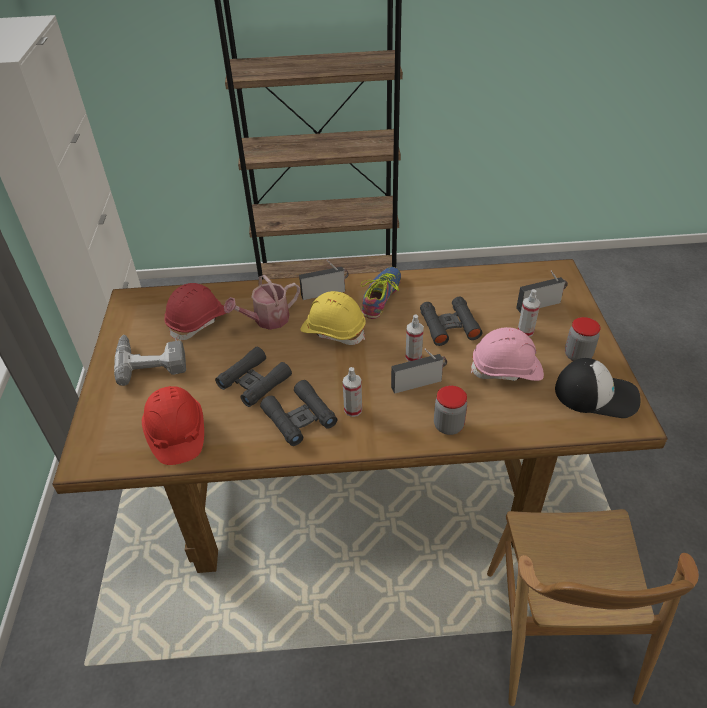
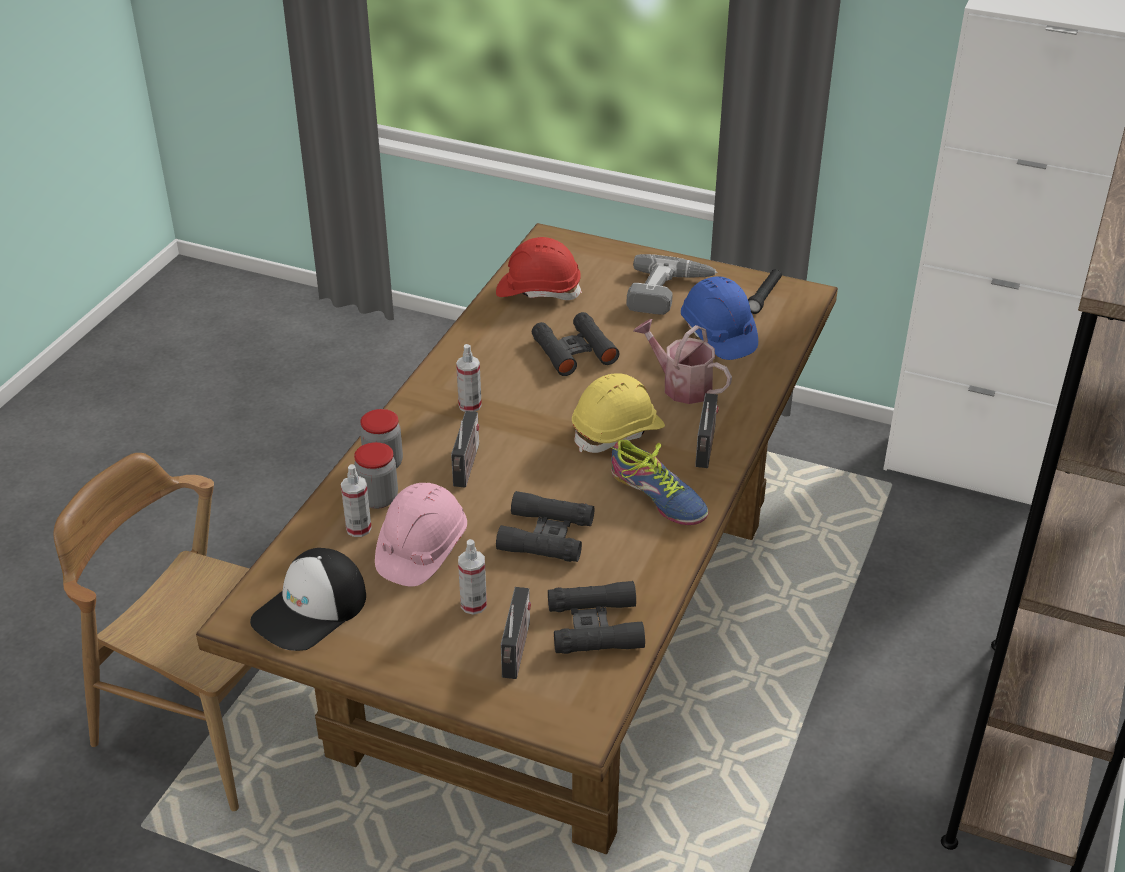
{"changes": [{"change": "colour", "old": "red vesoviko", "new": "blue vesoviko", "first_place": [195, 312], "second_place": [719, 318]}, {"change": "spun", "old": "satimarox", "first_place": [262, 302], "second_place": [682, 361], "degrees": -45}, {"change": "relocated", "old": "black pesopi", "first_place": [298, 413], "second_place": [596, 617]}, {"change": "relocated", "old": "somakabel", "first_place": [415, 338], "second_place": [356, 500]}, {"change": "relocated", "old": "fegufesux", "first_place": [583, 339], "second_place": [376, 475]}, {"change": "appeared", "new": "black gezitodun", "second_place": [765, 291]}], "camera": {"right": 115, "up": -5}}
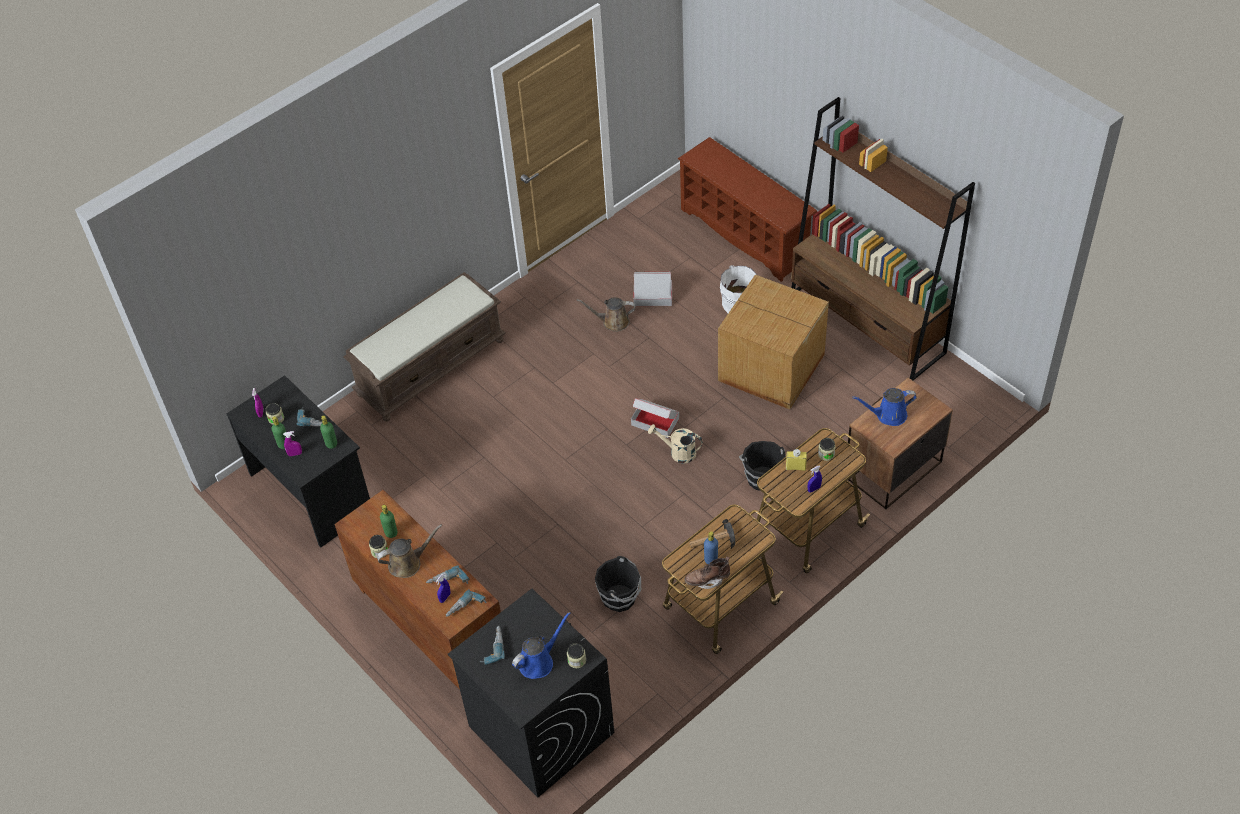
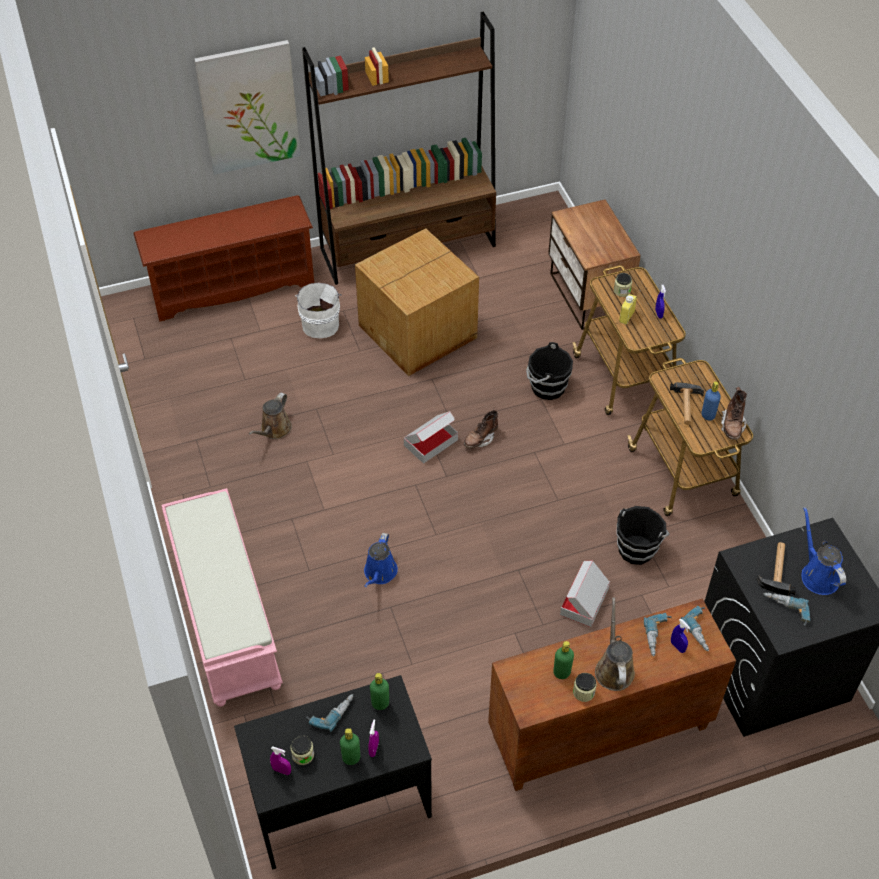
{"changes": [{"change": "colour", "old": "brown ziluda", "new": "pink ziluda", "first_place": [424, 346], "second_place": [222, 597]}, {"change": "missing", "old": "fegufesux", "first_place": [576, 655]}, {"change": "relocated", "old": "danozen", "first_place": [652, 289], "second_place": [585, 594]}, {"change": "exchanged", "old": "beige satimarox", "new": "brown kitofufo", "first_place": [675, 443], "second_place": [481, 428]}, {"change": "relocated", "old": "blue satimarox", "first_place": [885, 407], "second_place": [381, 560]}, {"change": "appeared", "new": "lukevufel", "second_place": [247, 107]}, {"change": "appeared", "new": "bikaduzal", "second_place": [776, 569]}], "camera": {"right": -70, "up": 0}}
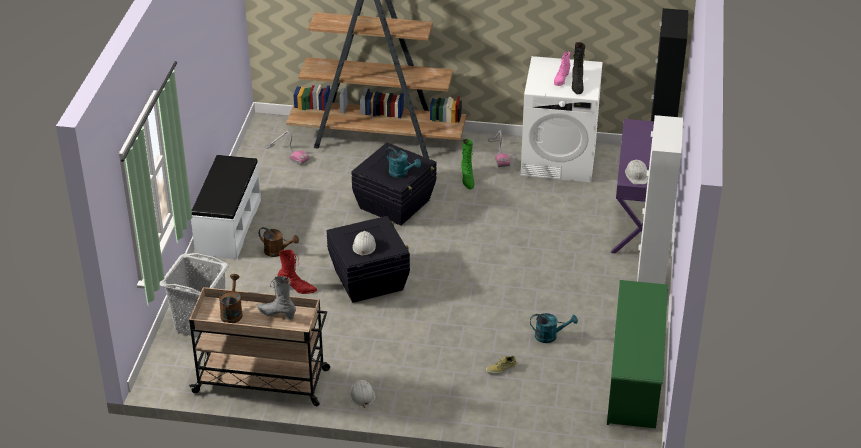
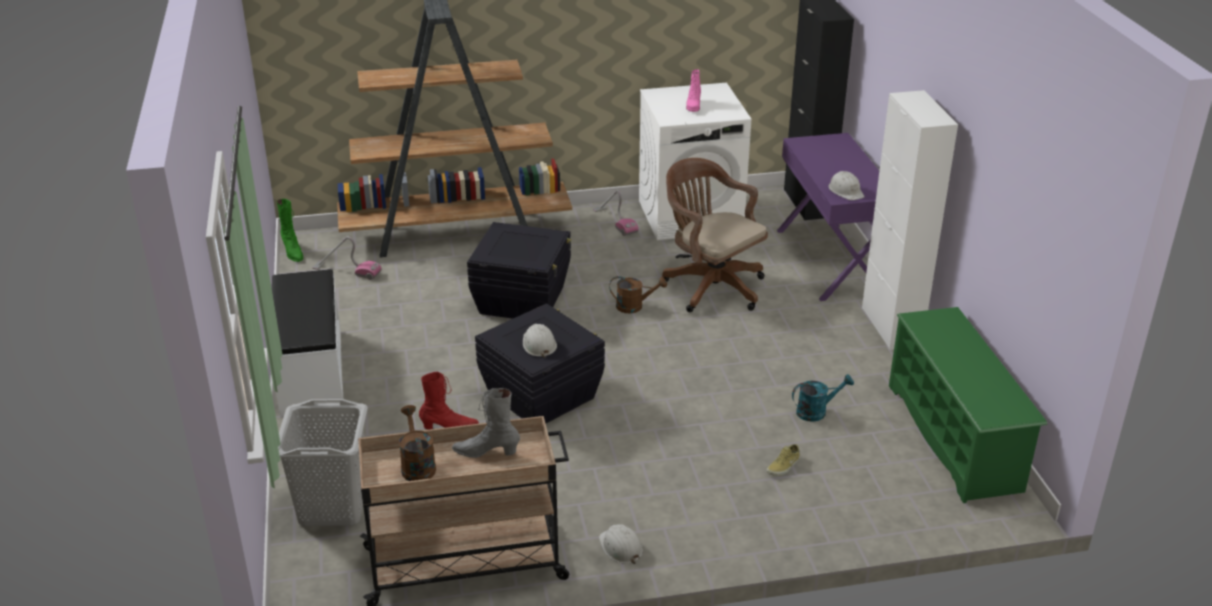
{"changes": [{"change": "relocated", "old": "brown satimarox", "first_place": [279, 242], "second_place": [638, 294]}, {"change": "missing", "old": "turquoise satimarox", "first_place": [403, 162]}, {"change": "relocated", "old": "green kitofufo", "first_place": [467, 164], "second_place": [290, 230]}, {"change": "missing", "old": "black kitofufo", "first_place": [578, 68]}, {"change": "appeared", "new": "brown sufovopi", "second_place": [715, 235]}], "camera": {"right": -20, "up": -5}}
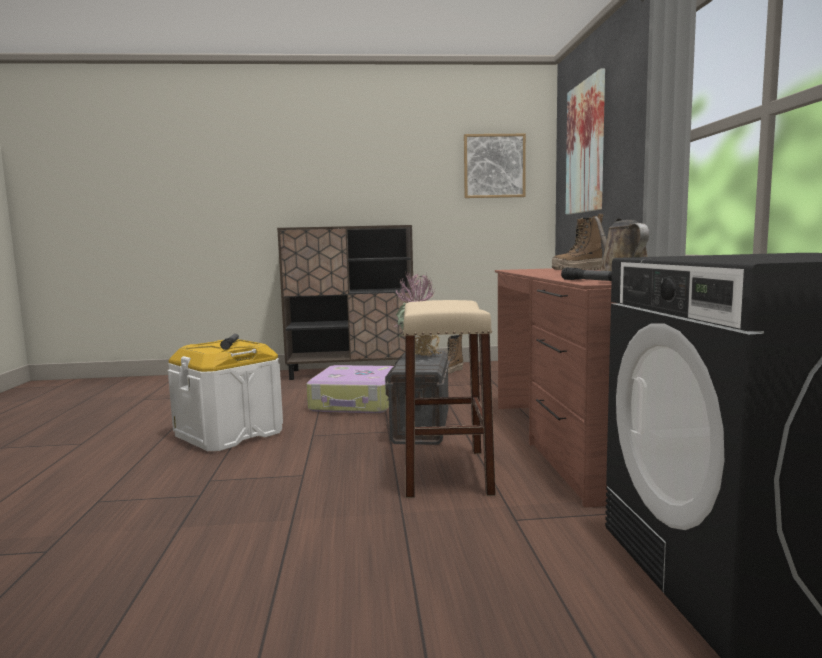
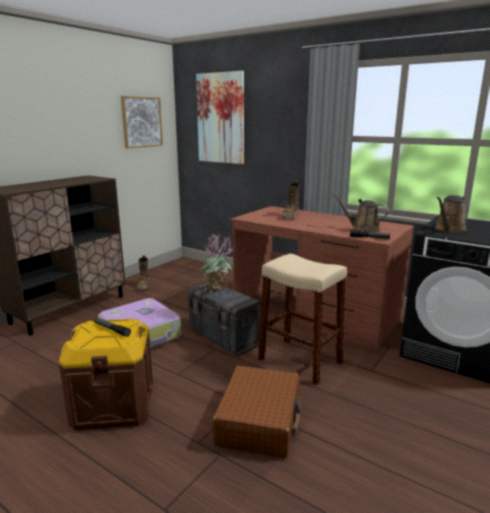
{"changes": [{"change": "colour", "old": "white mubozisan", "new": "brown mubozisan", "first_place": [225, 395], "second_place": [106, 374]}, {"change": "appeared", "new": "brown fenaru", "second_place": [256, 412]}, {"change": "appeared", "new": "brown satimarox", "second_place": [451, 213]}], "camera": {"right": -50, "up": 10}}
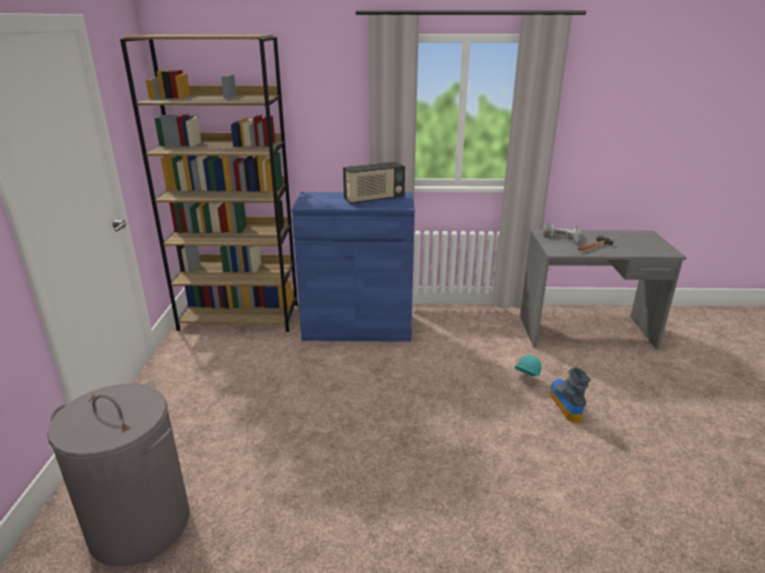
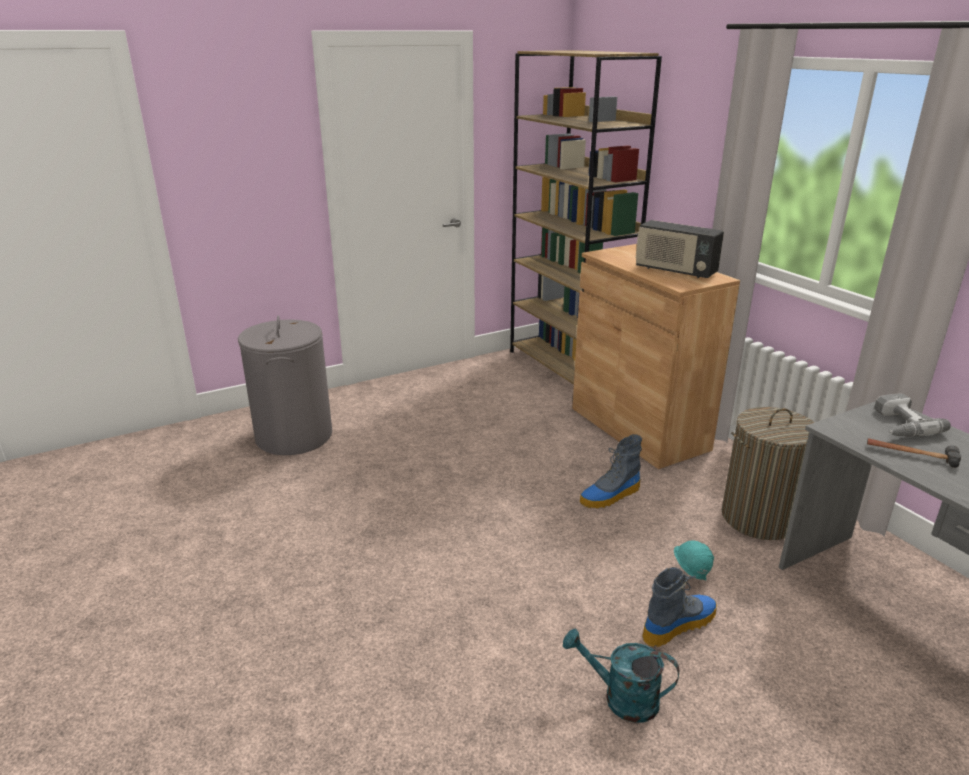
{"changes": [{"change": "colour", "old": "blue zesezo", "new": "brown zesezo", "first_place": [353, 267], "second_place": [656, 356]}, {"change": "appeared", "new": "turquoise satimarox", "second_place": [621, 675]}, {"change": "appeared", "new": "kitofufo", "second_place": [611, 471]}, {"change": "appeared", "new": "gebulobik", "second_place": [768, 473]}], "camera": {"right": 60, "up": 0}}
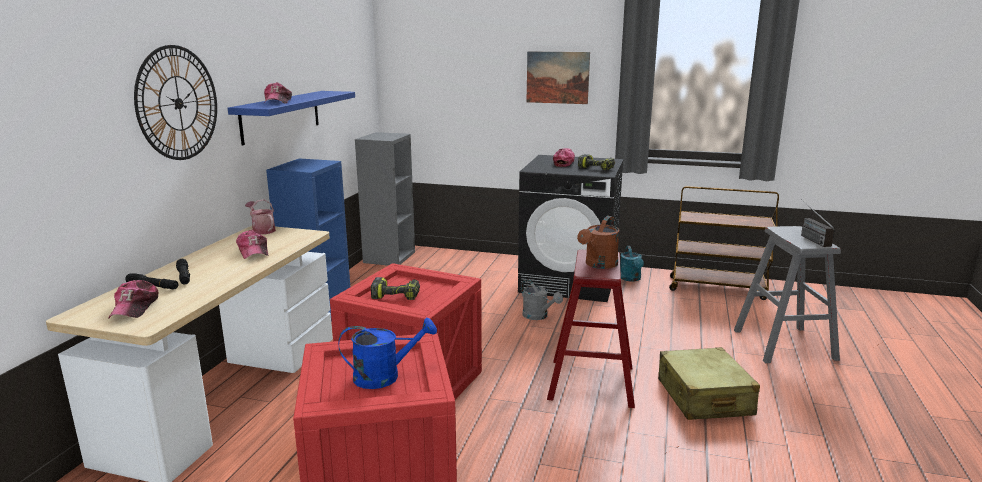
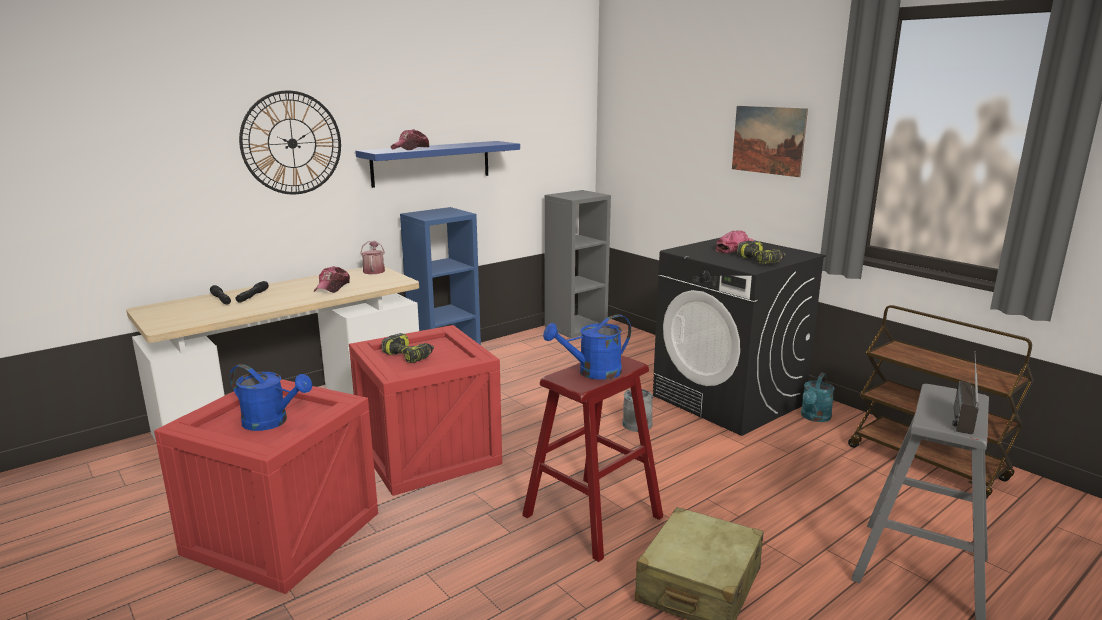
{"changes": [{"change": "missing", "old": "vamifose", "first_place": [133, 299]}, {"change": "colour", "old": "brown satimarox", "new": "blue satimarox", "first_place": [598, 242], "second_place": [587, 347]}], "camera": {"right": 35, "up": 0}}
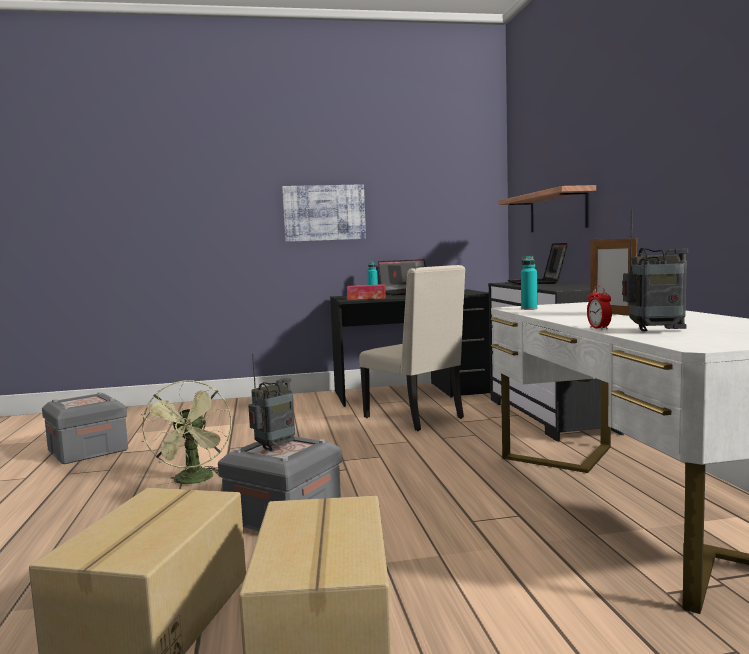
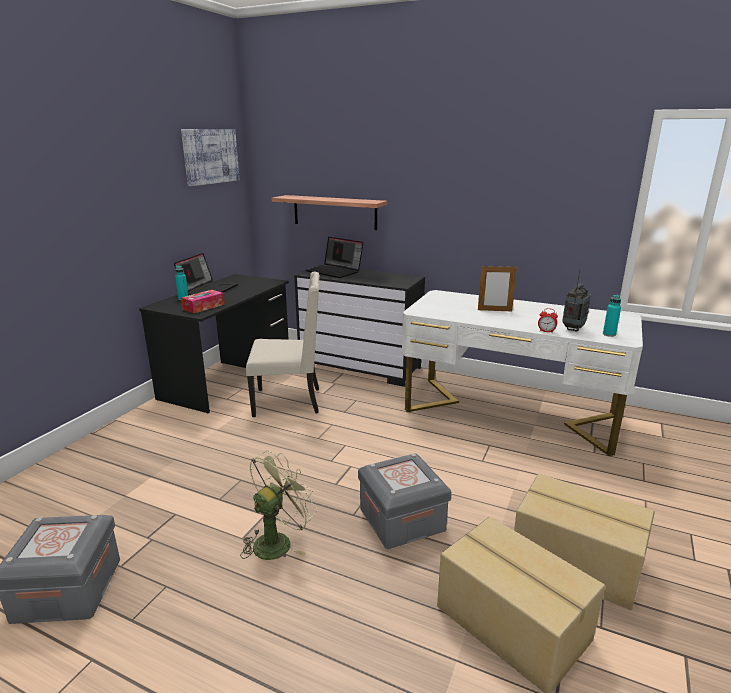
{"changes": [{"change": "spun", "old": "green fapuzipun", "first_place": [186, 433], "second_place": [279, 505], "degrees": -75}, {"change": "missing", "old": "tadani", "first_place": [271, 402]}, {"change": "relocated", "old": "lukevufel", "first_place": [324, 213], "second_place": [210, 157]}, {"change": "relocated", "old": "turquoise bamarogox", "first_place": [529, 283], "second_place": [612, 315]}], "camera": {"right": -55, "up": 15}}
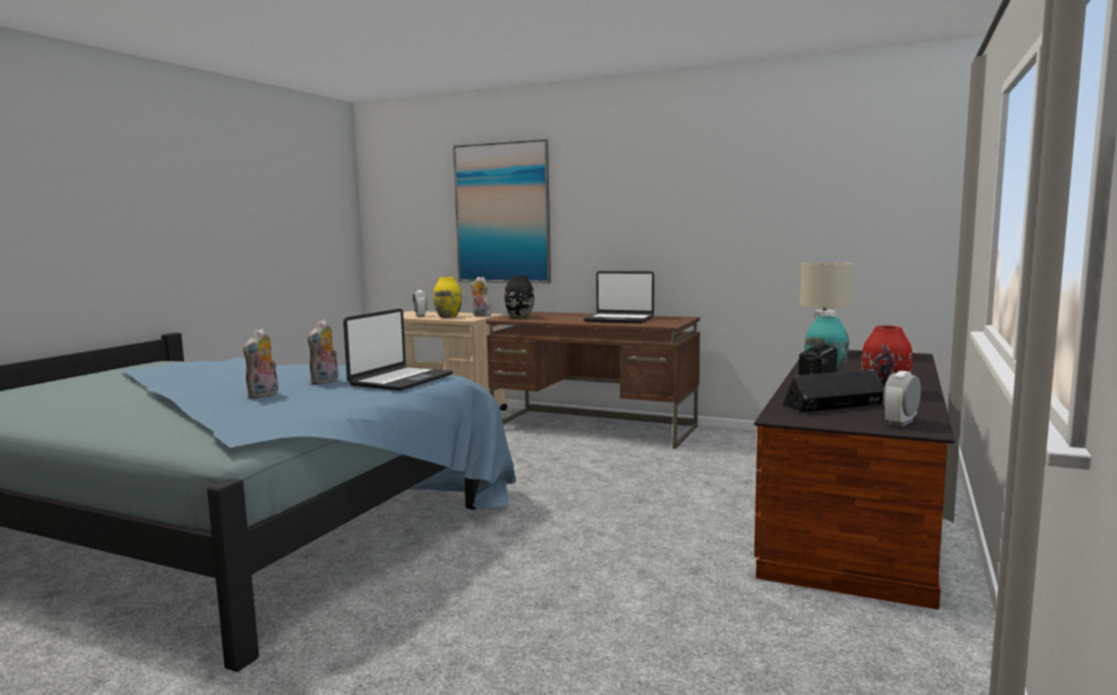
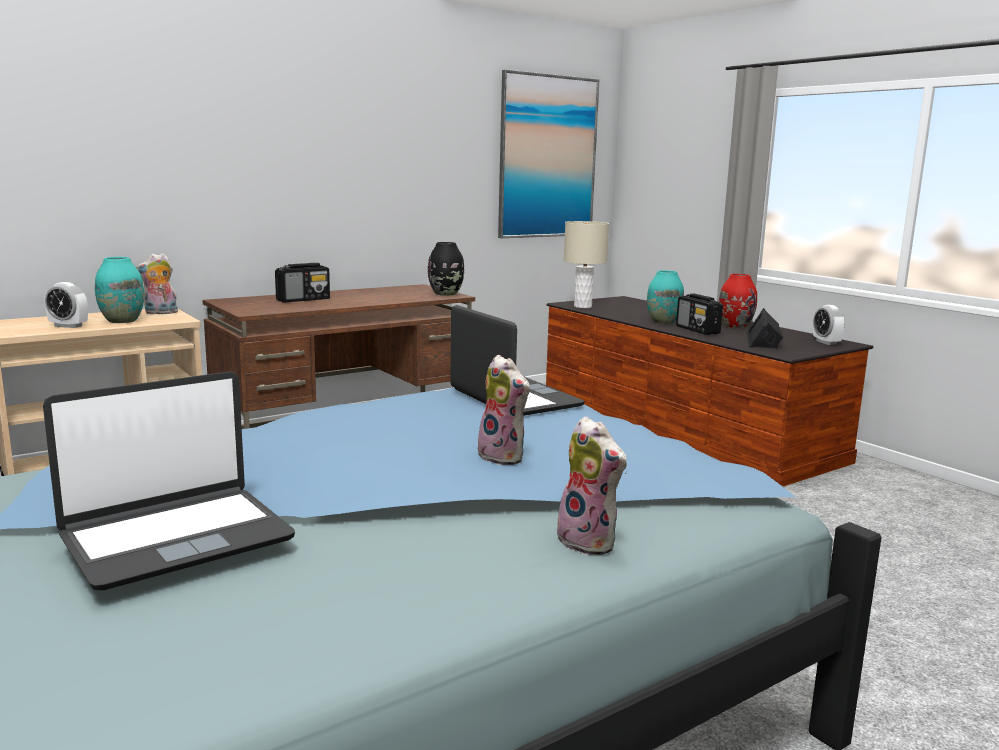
{"changes": [{"change": "relocated", "old": "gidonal", "first_place": [323, 352], "second_place": [591, 485]}, {"change": "colour", "old": "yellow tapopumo", "new": "turquoise tapopumo", "first_place": [447, 297], "second_place": [119, 290]}, {"change": "relocated", "old": "lukevufel", "first_place": [502, 211], "second_place": [549, 154]}, {"change": "relocated", "old": "black tapopumo", "first_place": [519, 297], "second_place": [446, 269]}, {"change": "relocated", "old": "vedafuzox", "first_place": [618, 297], "second_place": [169, 481]}, {"change": "appeared", "new": "tadani", "second_place": [302, 283]}], "camera": {"right": -60, "up": 5}}
